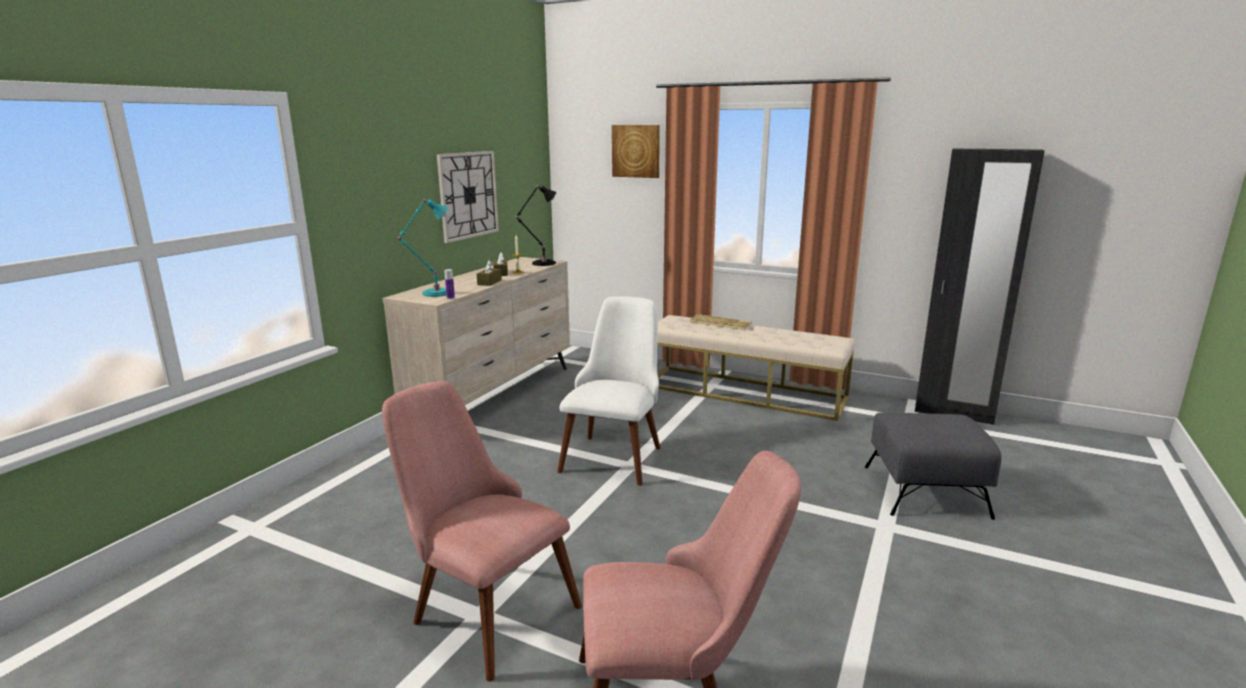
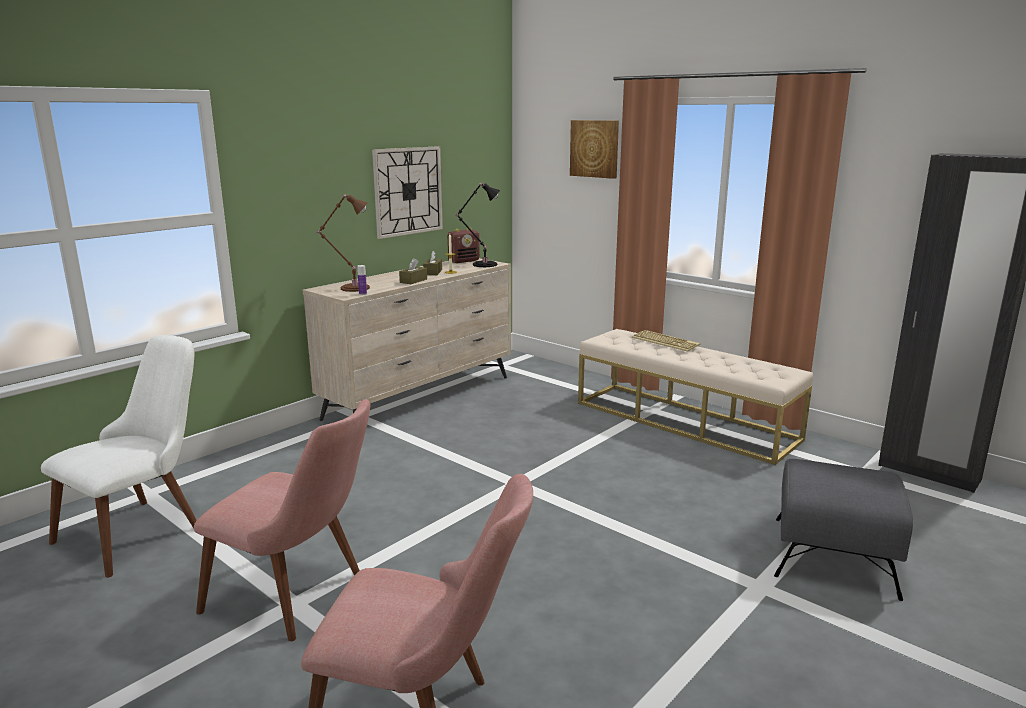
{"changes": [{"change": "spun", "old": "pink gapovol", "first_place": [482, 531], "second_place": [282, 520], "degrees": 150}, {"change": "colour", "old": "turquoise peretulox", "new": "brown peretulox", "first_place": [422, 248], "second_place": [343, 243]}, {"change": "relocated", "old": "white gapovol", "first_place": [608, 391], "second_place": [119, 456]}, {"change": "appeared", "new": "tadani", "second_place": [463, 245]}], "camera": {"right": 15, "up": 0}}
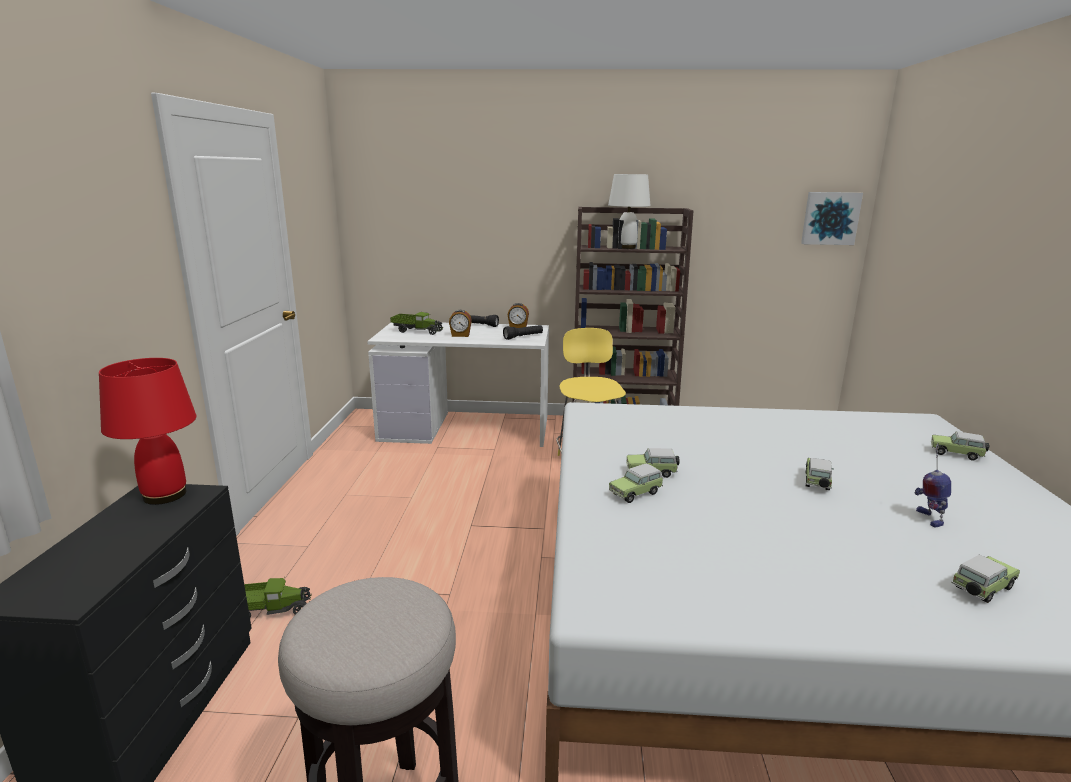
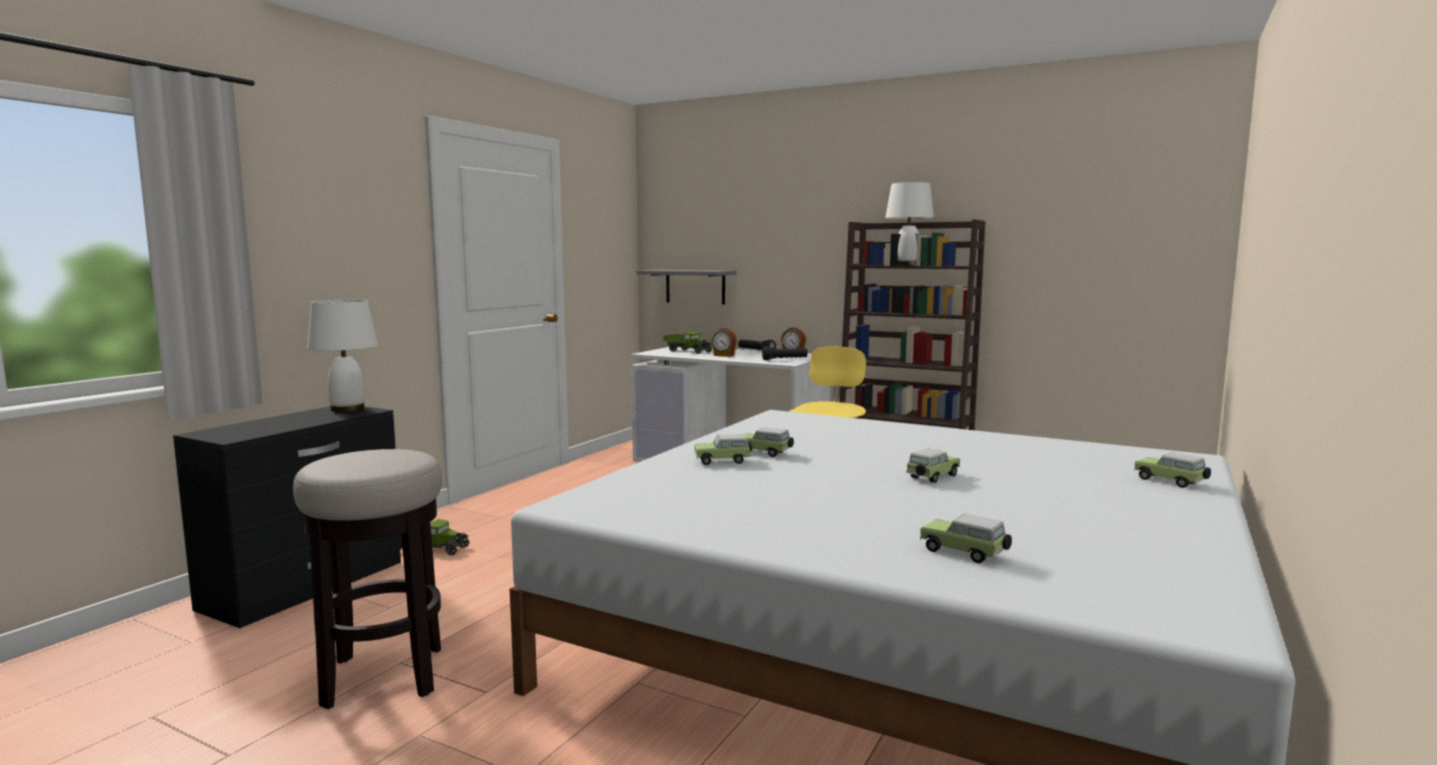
{"changes": [{"change": "colour", "old": "red peretulox", "new": "white peretulox", "first_place": [147, 431], "second_place": [342, 356]}, {"change": "missing", "old": "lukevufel", "first_place": [832, 218]}, {"change": "missing", "old": "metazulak", "first_place": [933, 485]}, {"change": "spun", "old": "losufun", "first_place": [985, 579], "second_place": [966, 538], "degrees": -135}, {"change": "appeared", "new": "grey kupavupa", "second_place": [686, 287]}], "camera": {"right": 25, "up": -10}}
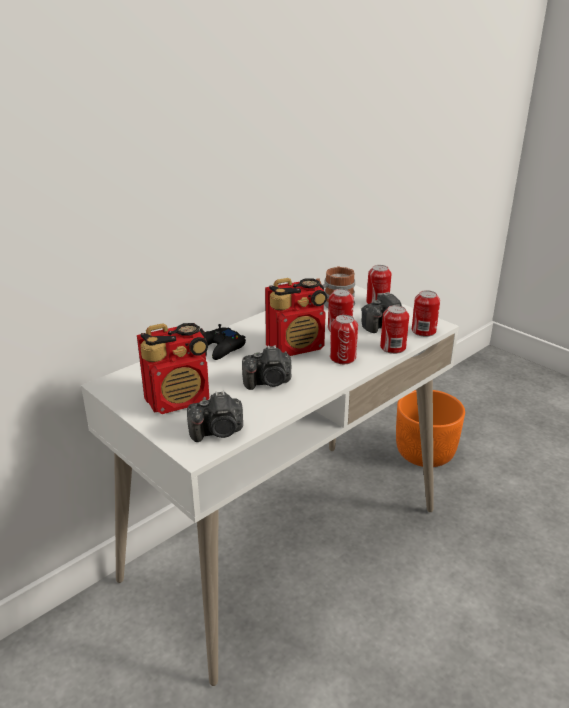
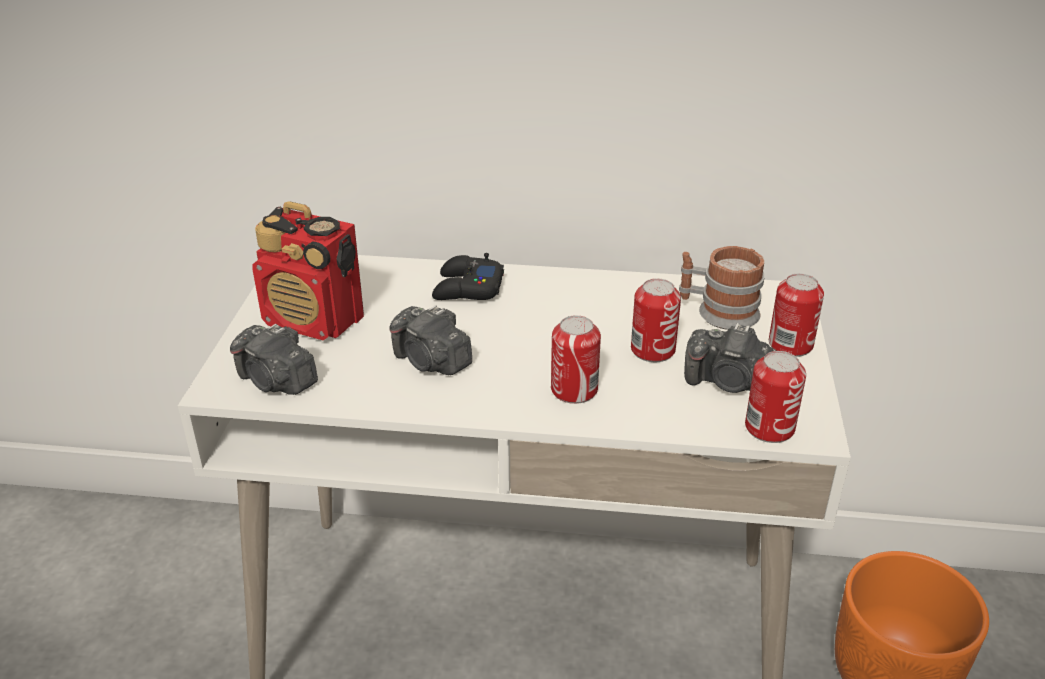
{"changes": [{"change": "missing", "old": "tadani", "first_place": [296, 317]}, {"change": "missing", "old": "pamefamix", "first_place": [394, 329]}], "camera": {"right": 50, "up": 5}}
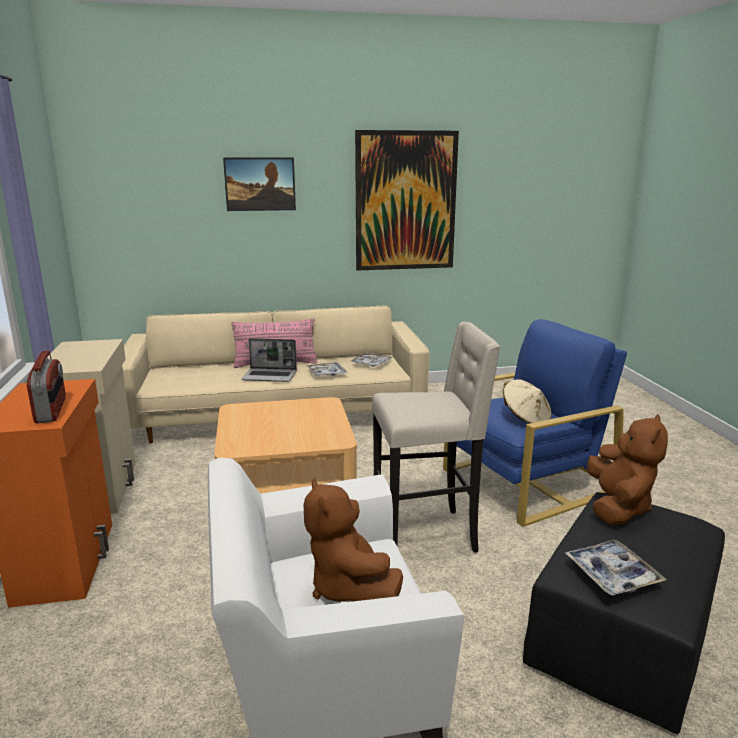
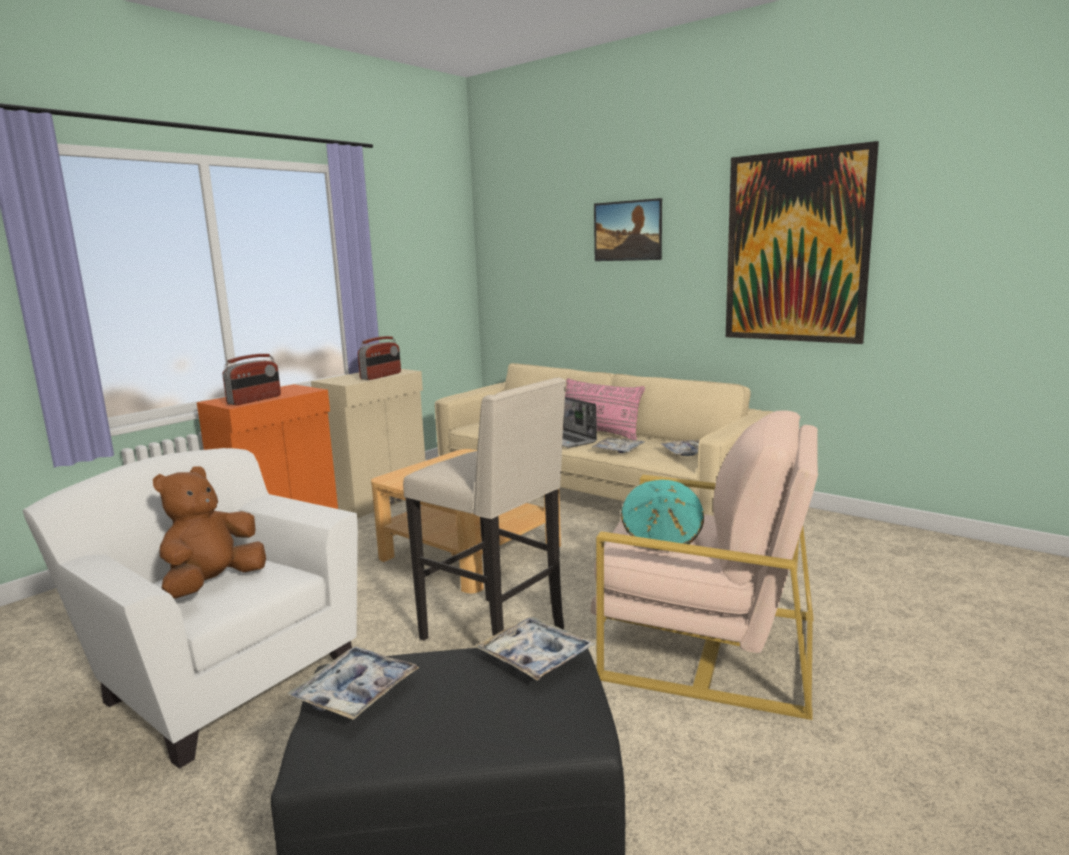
{"changes": [{"change": "colour", "old": "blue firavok", "new": "beige firavok", "first_place": [535, 423], "second_place": [704, 565]}, {"change": "colour", "old": "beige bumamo", "new": "turquoise bumamo", "first_place": [527, 401], "second_place": [662, 515]}, {"change": "exchanged", "old": "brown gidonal", "new": "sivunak", "first_place": [627, 470], "second_place": [534, 649]}, {"change": "appeared", "new": "tadani", "second_place": [379, 358]}], "camera": {"right": 50, "up": -5}}
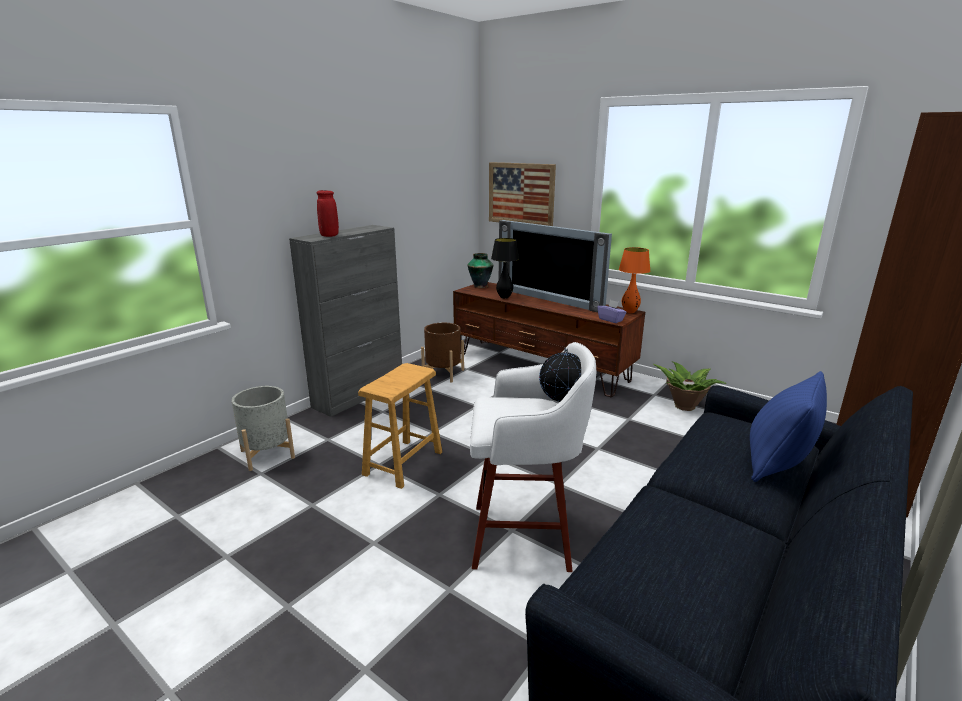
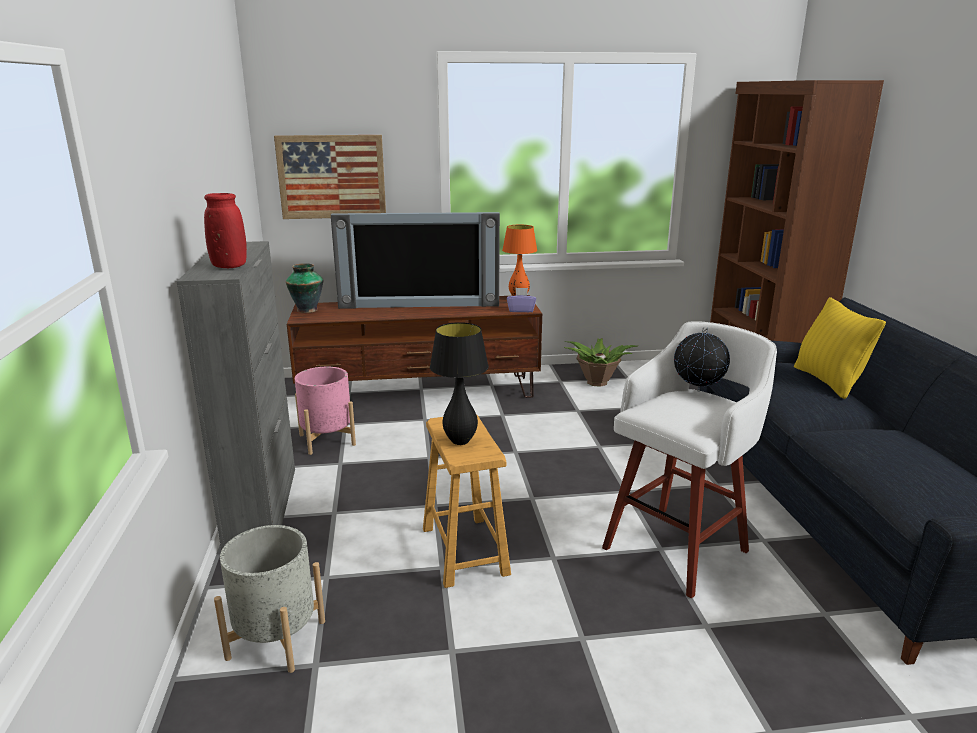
{"changes": [{"change": "colour", "old": "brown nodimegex", "new": "pink nodimegex", "first_place": [442, 352], "second_place": [325, 411]}, {"change": "relocated", "old": "black peretulox", "first_place": [505, 268], "second_place": [459, 383]}, {"change": "colour", "old": "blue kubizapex", "new": "yellow kubizapex", "first_place": [788, 426], "second_place": [840, 348]}], "camera": {"right": -45, "up": 0}}
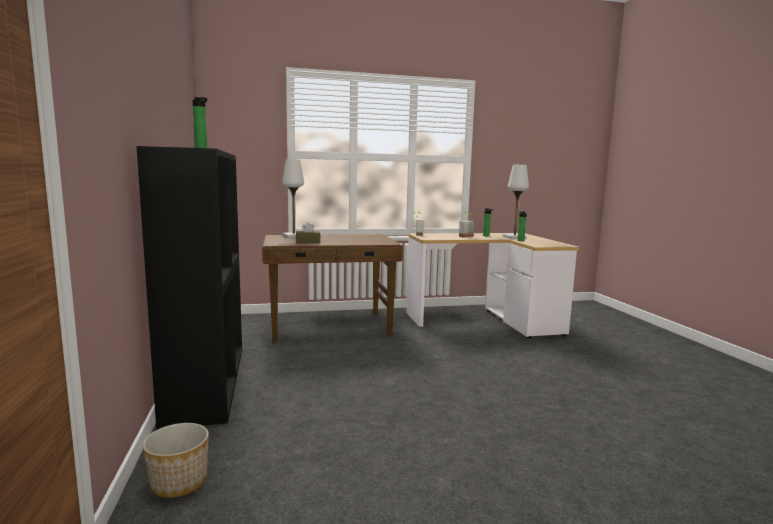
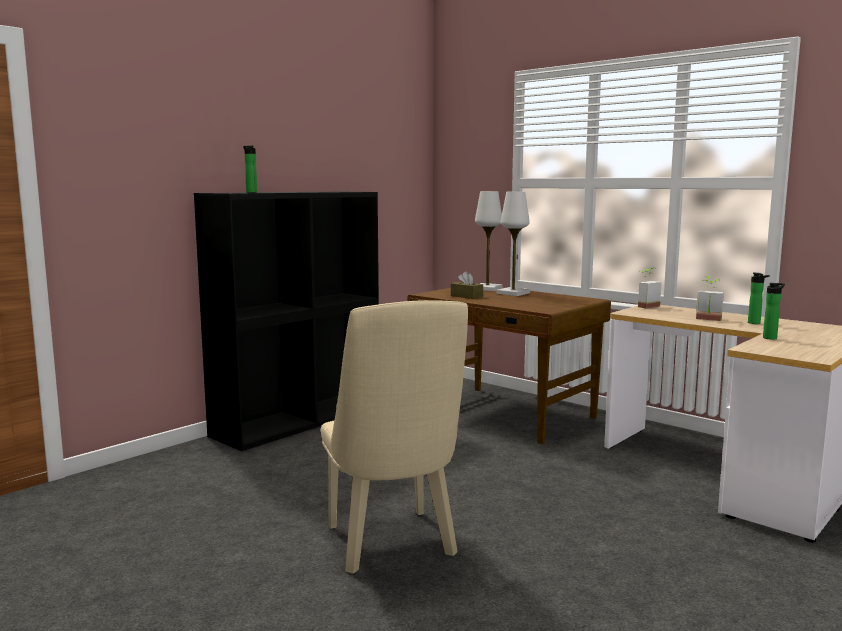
{"changes": [{"change": "missing", "old": "nodimegex", "first_place": [175, 460]}, {"change": "relocated", "old": "white peretulox", "first_place": [516, 202], "second_place": [513, 244]}, {"change": "appeared", "new": "beige gapovol", "second_place": [394, 437]}], "camera": {"right": 55, "up": 0}}
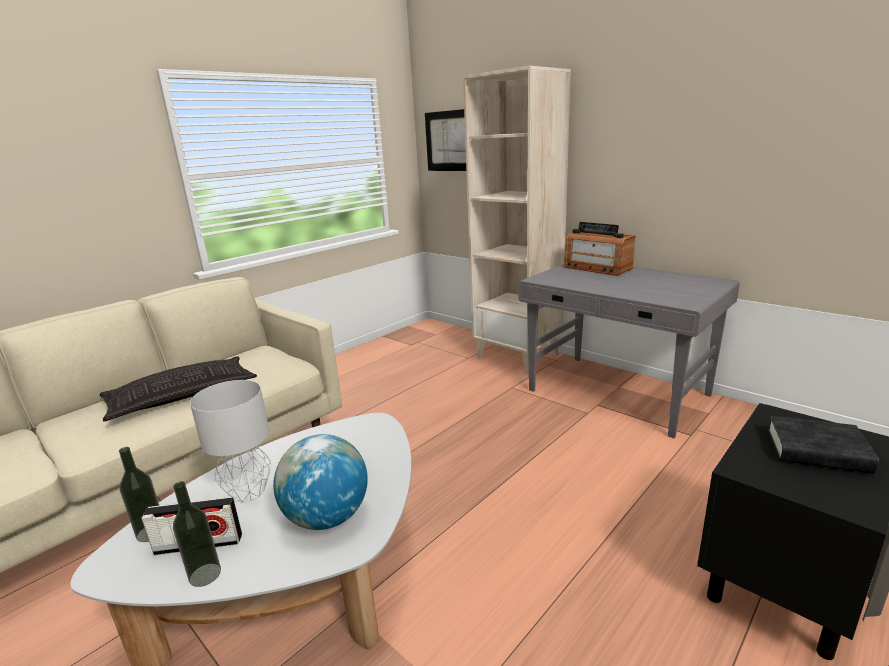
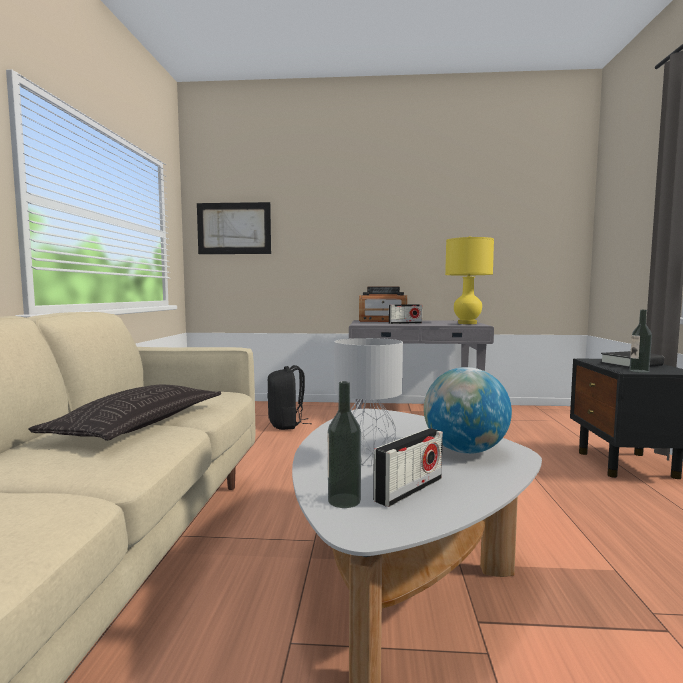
{"changes": [{"change": "relocated", "old": "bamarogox", "first_place": [197, 534], "second_place": [641, 341]}, {"change": "missing", "old": "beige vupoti", "first_place": [517, 219]}, {"change": "appeared", "new": "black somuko", "second_place": [289, 397]}, {"change": "appeared", "new": "tadani", "second_place": [405, 314]}, {"change": "appeared", "new": "yellow peretulox", "second_place": [469, 280]}], "camera": {"right": -40, "up": -15}}
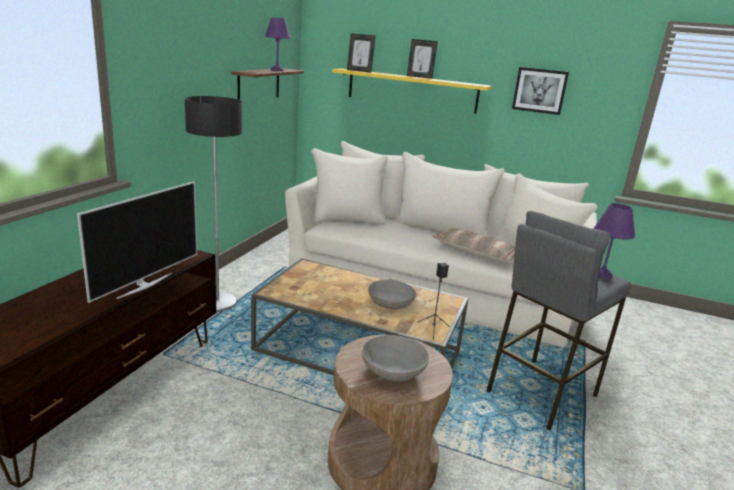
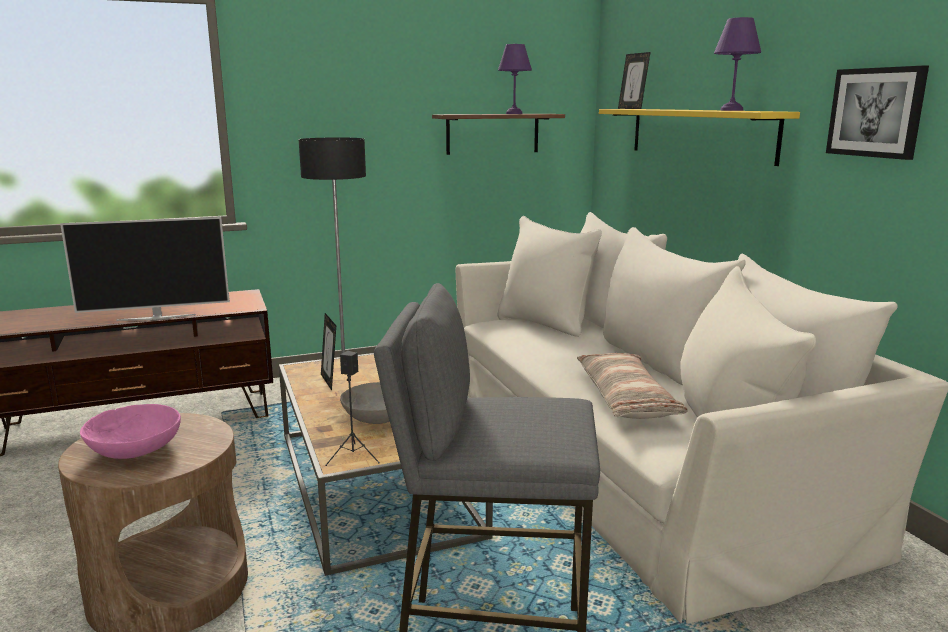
{"changes": [{"change": "colour", "old": "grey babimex", "new": "pink babimex", "first_place": [395, 358], "second_place": [130, 431]}, {"change": "relocated", "old": "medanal", "first_place": [422, 59], "second_place": [328, 352]}, {"change": "relocated", "old": "purple peretulox", "first_place": [614, 241], "second_place": [737, 64]}], "camera": {"right": 50, "up": -5}}
